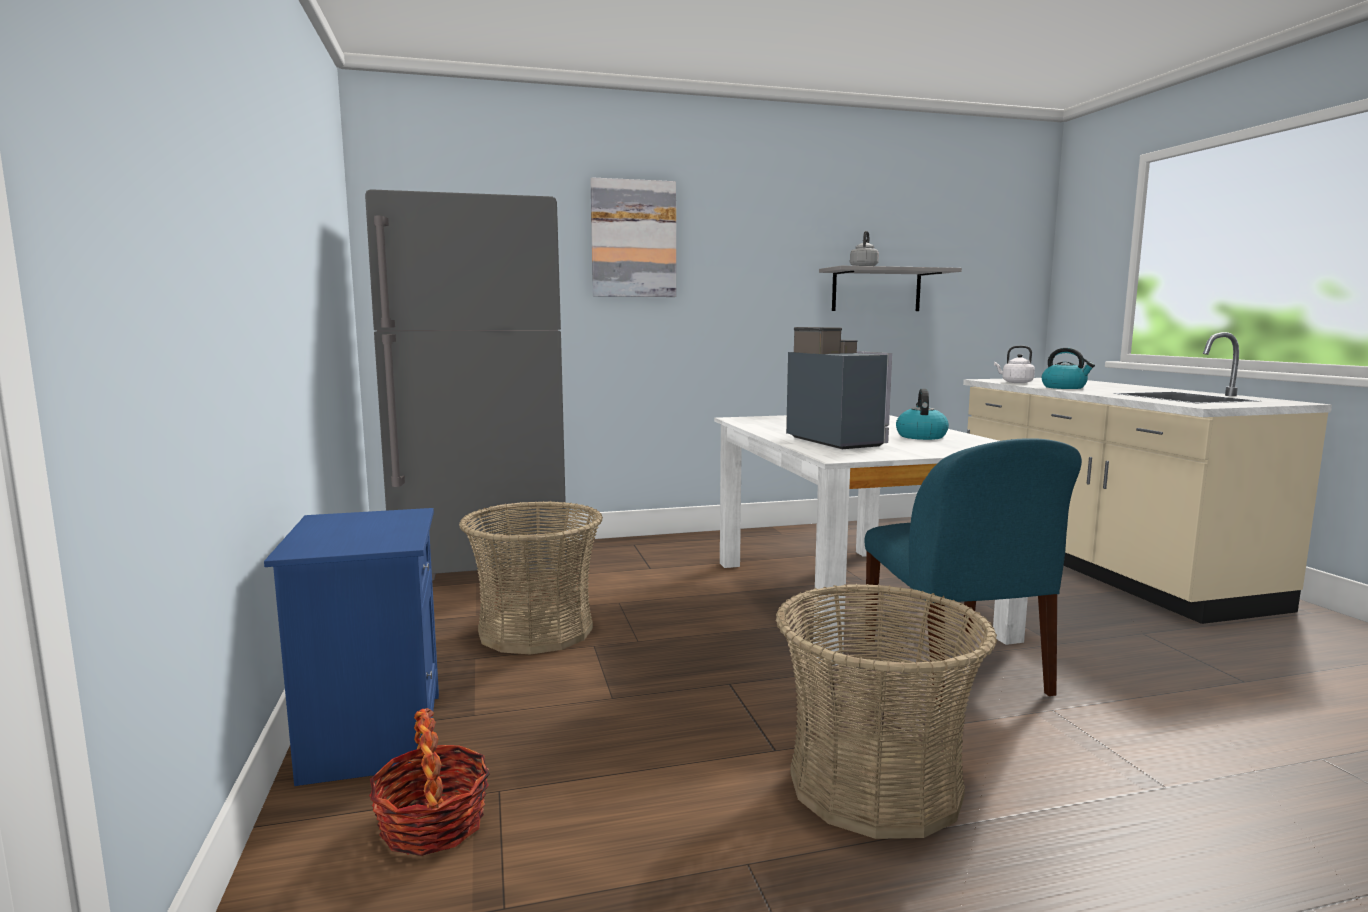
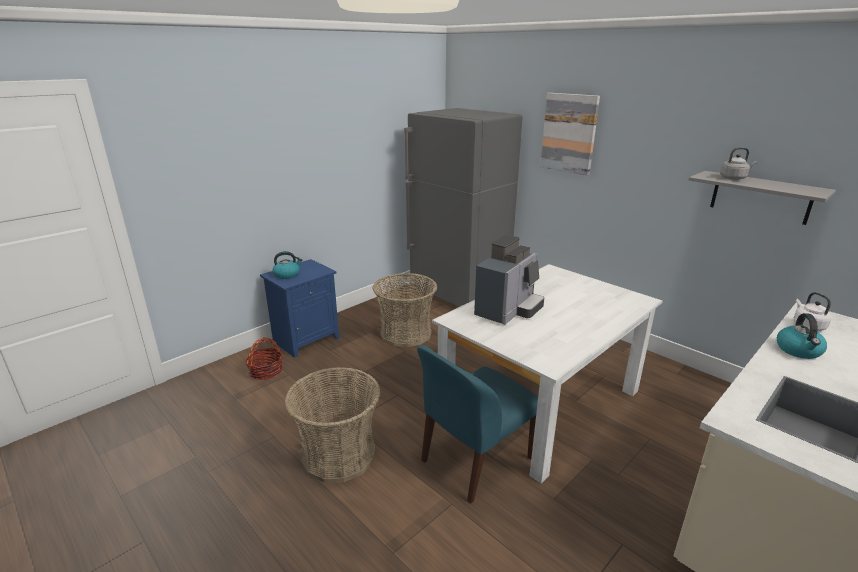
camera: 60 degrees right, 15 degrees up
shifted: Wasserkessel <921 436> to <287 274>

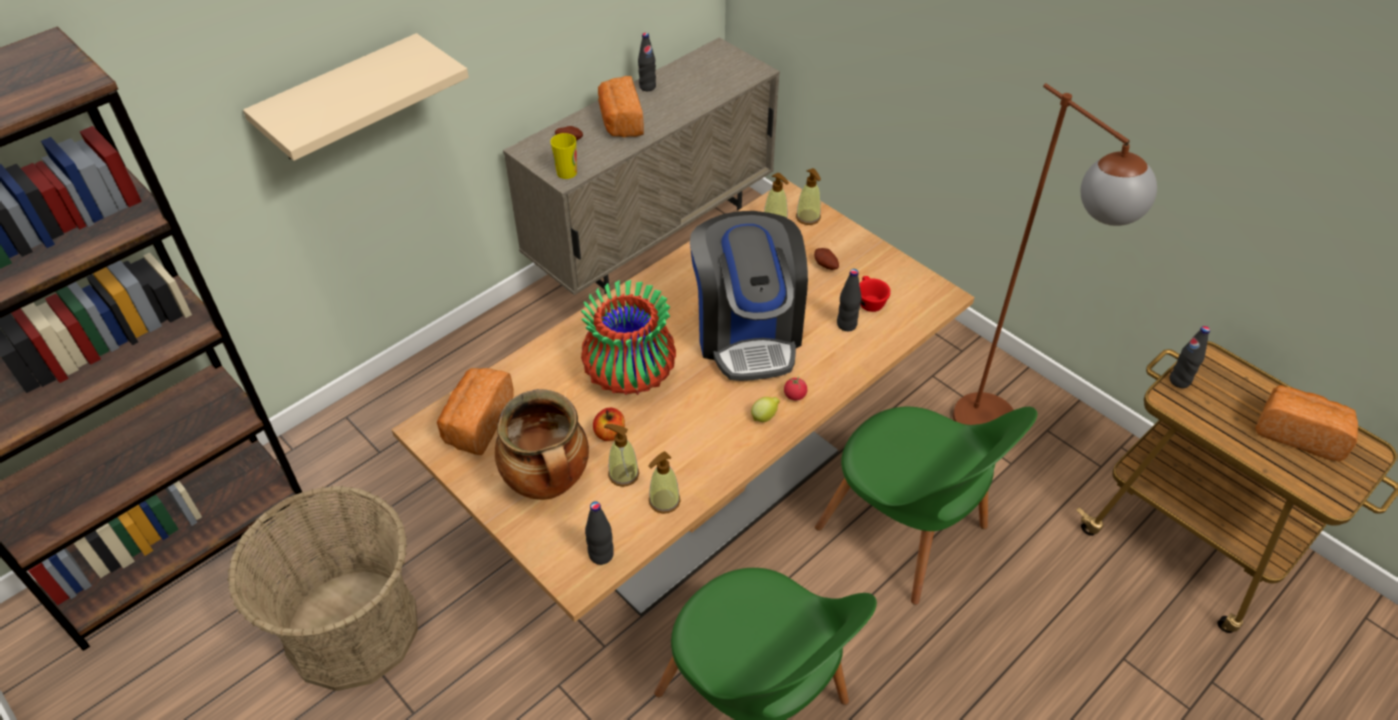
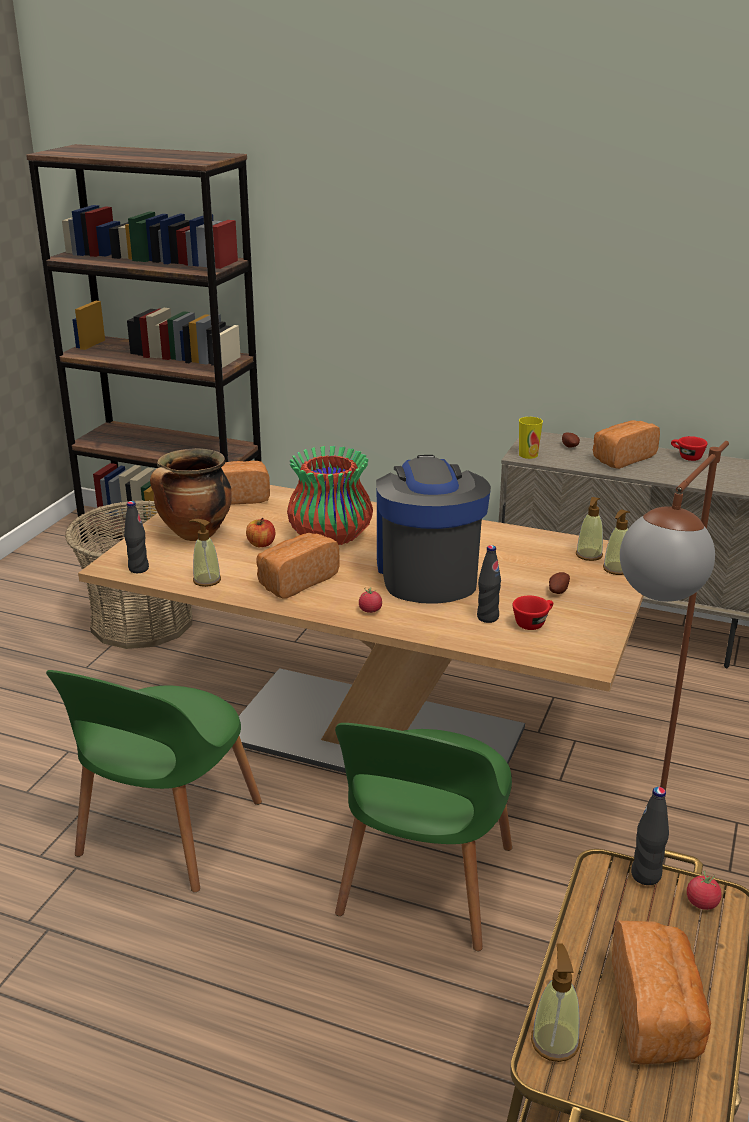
camera: 65 degrees right, 20 degrees down
gone: Wandregal (beige) <341 100>; Zitrone <765 417>
new: Brot <295 581>; Tomate <702 903>
shifted: Seifenspender <623 474> to <555 1041>
swapped: Flasche (schwarz) <647 87> to Tasse (rot) <686 457>
rotated: Kaffeemaschine <747 332> = <427 573> 120 degrees clockwise

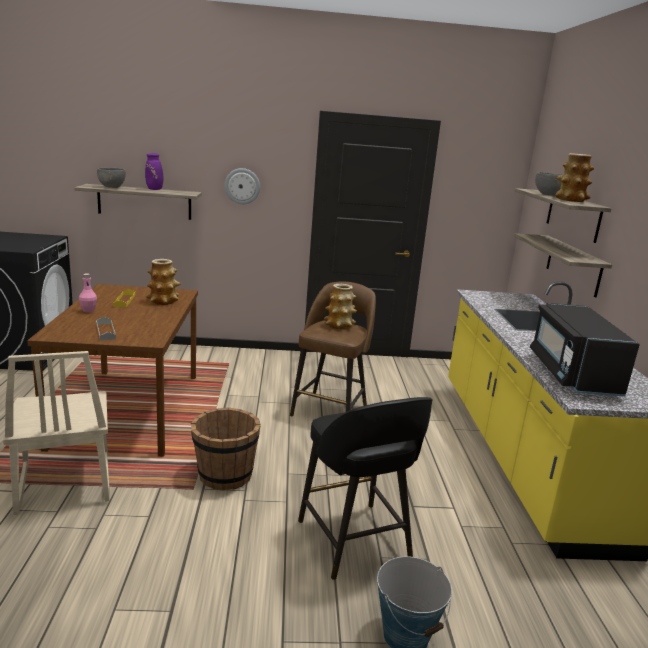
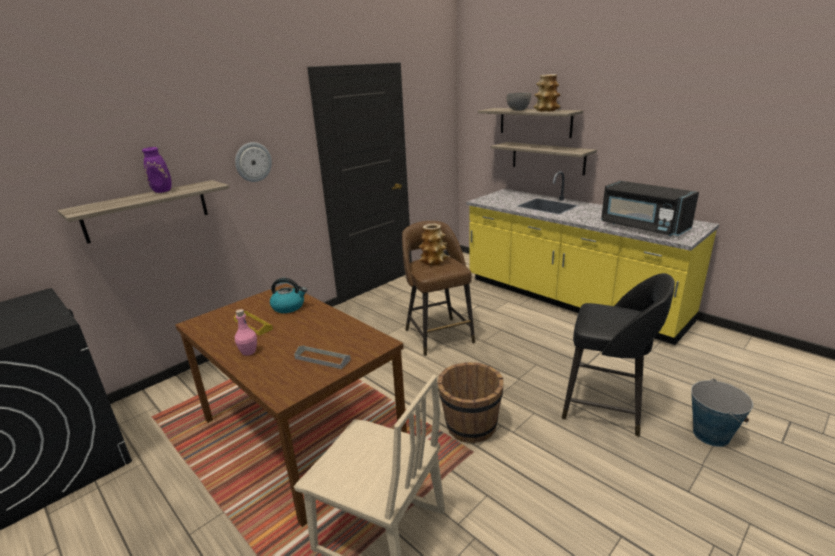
camera: 40 degrees left, 5 degrees up
gone: Schüssel (grau) <112 187>
swapped: Vase <163 301> to Wasserkessel <289 307>

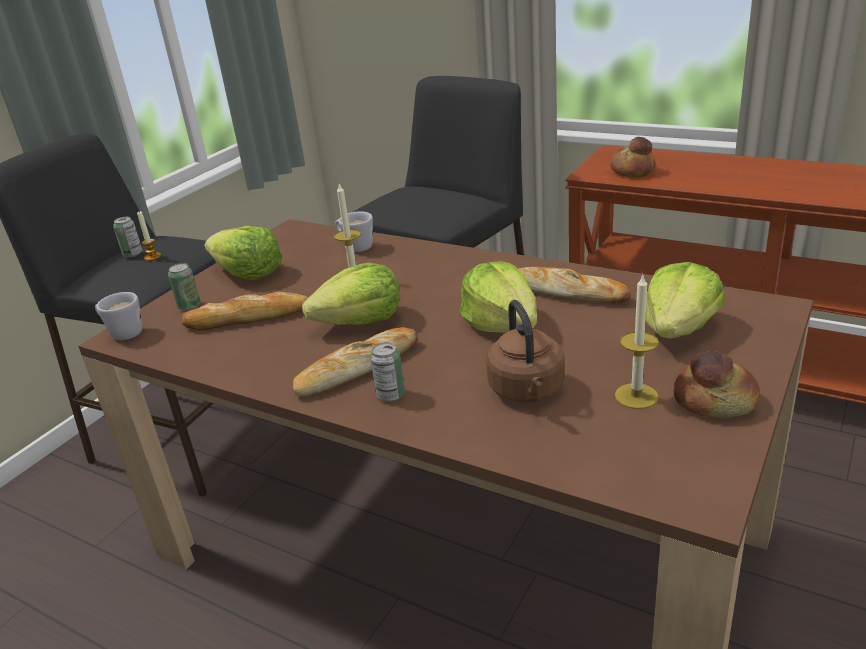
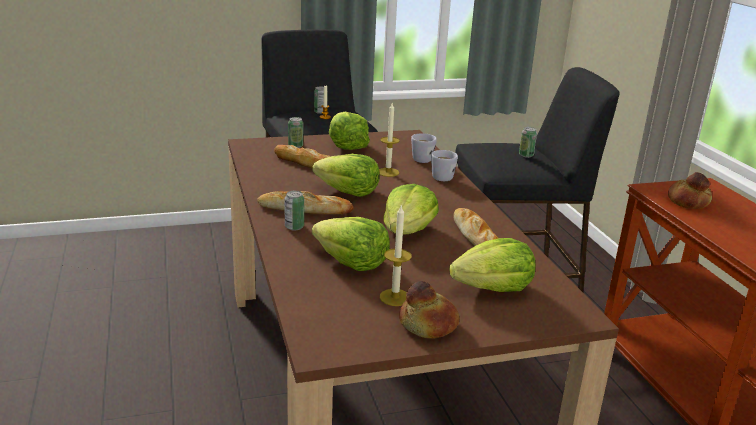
camera: 40 degrees right, 5 degrees down
new: Dose <526 155>
shifted: Henkelbecher (weiß) <122 332> to <440 176>
swapped: Wasserkessel (braun) <527 391> to Salatkopf <351 263>

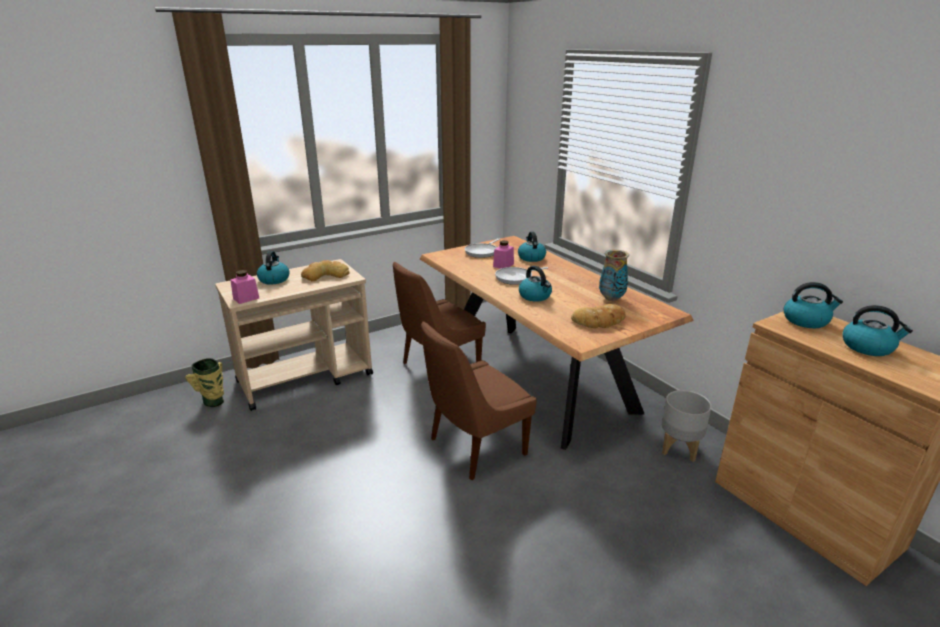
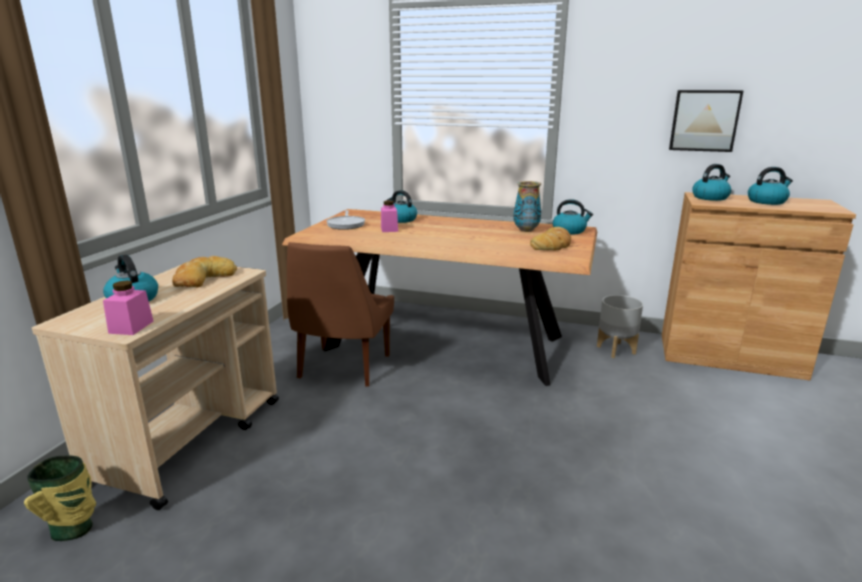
camera: 40 degrees left, 5 degrees down
gone: Stuhl (braun) <474 448>; Pfanne <516 278>
new: Bild <704 120>
shifted: Wasserkessel <535 296> to <569 231>

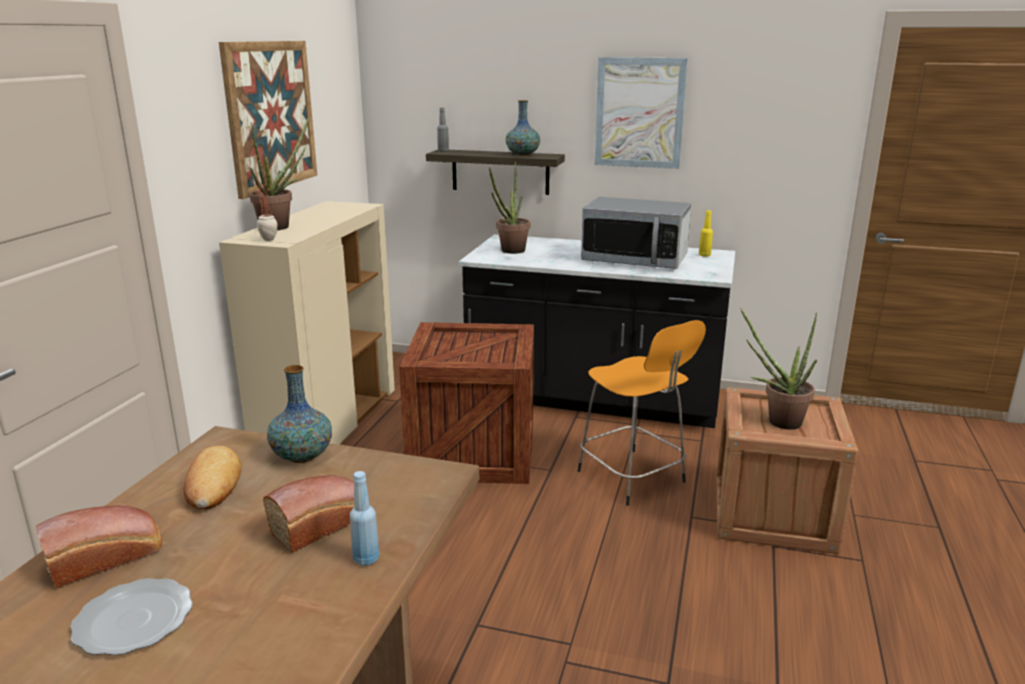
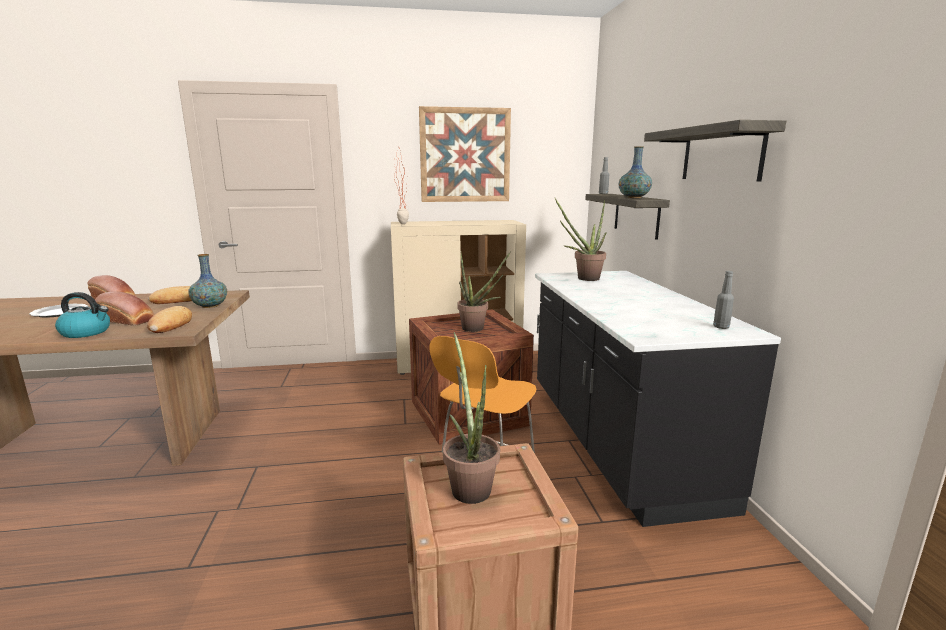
camera: 65 degrees right, 5 degrees down
gone: Mikrowelle <634 260>
new: Brot <171 325>
shifted: Topfpflanze <280 226> to <477 329>
swapped: Flasche (blau) <366 559> to Wasserkessel <87 332>; Bild <639 113> to Wandregal <721 154>
repainted: Flasche (gelb) <704 255> to Flasche (grau) <721 327>

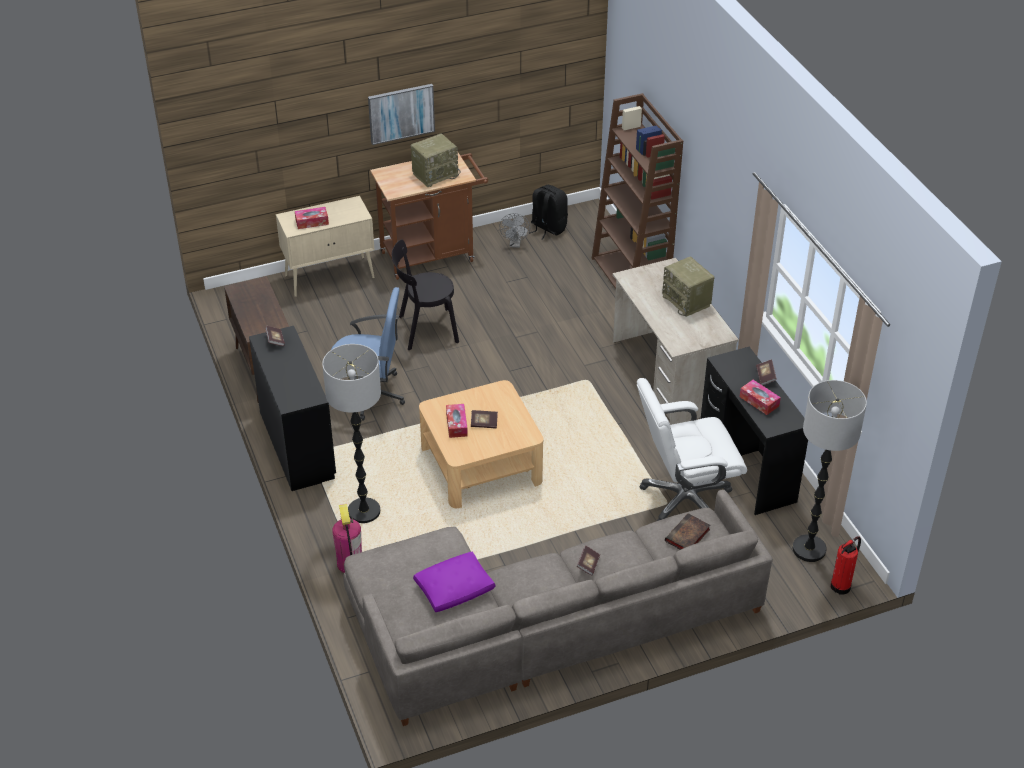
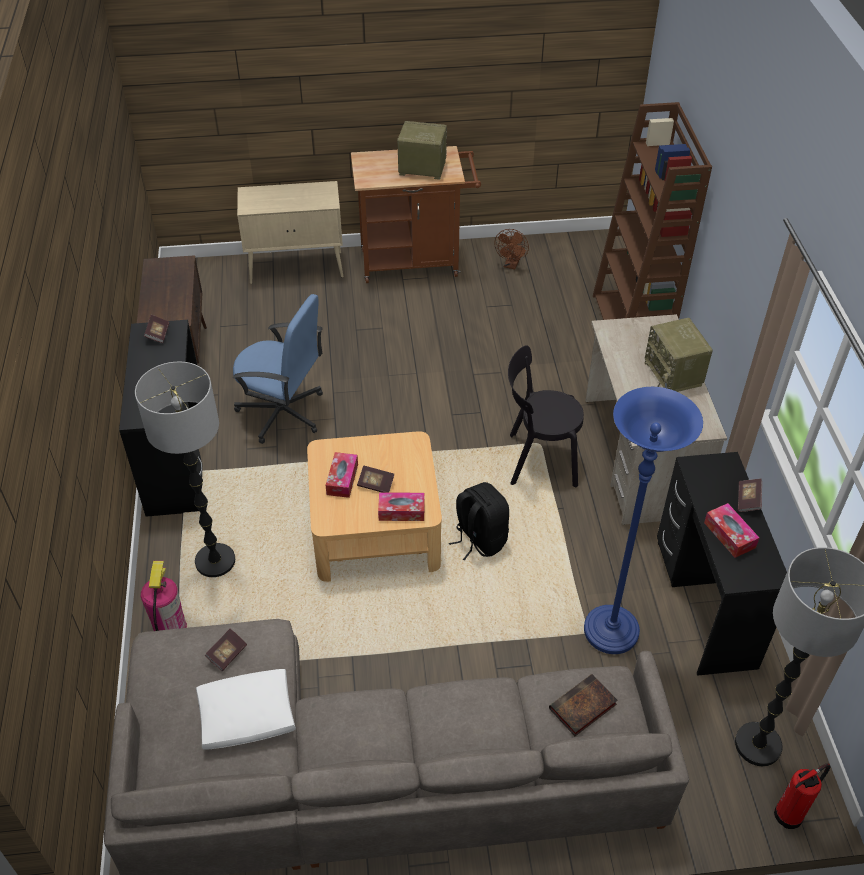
camera: 15 degrees right, 5 degrees up
gone: Bild <401 113>
shifted: Taschentuchbox <312 222> to <401 511>; Stuhl (schwarz) <425 330> to <538 460>; Rucksack (schwarz) <547 228> to <479 539>; Buch <588 564> to <227 654>
swapped: Bürostuhl (weiß) <684 499> to Stehlampe (blau) <610 631>
repainted: Kissen (lila) <453 589> to Kissen (weiß) <246 716>; Ventilator (grau) <515 244> to Ventilator (braun) <511 265>
rotated: Radio <435 174> = <421 168> 150 degrees counterclockwise

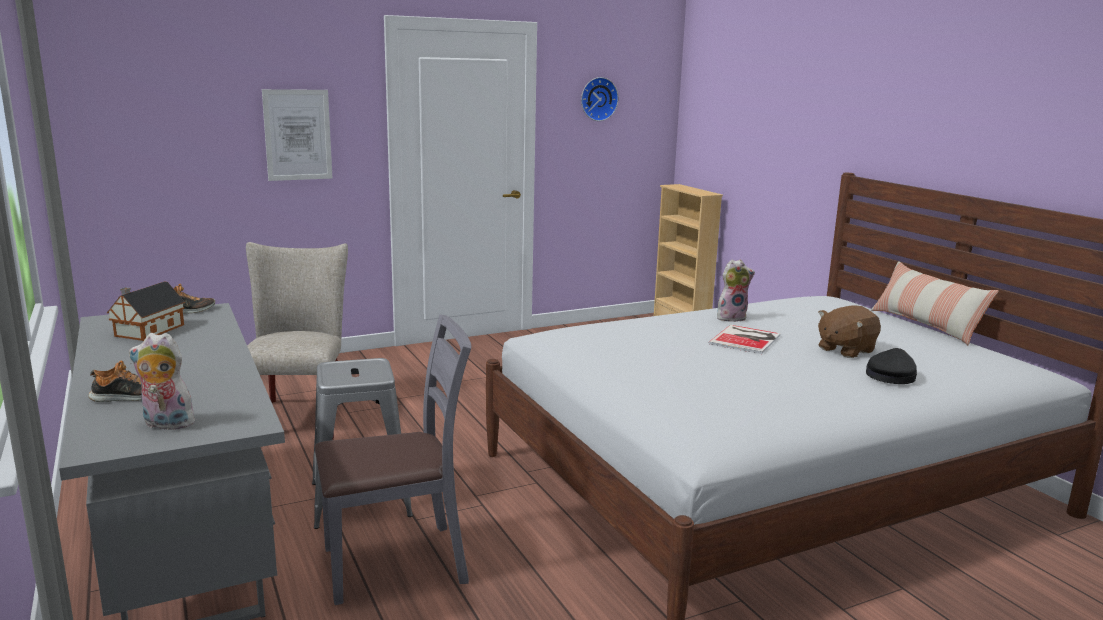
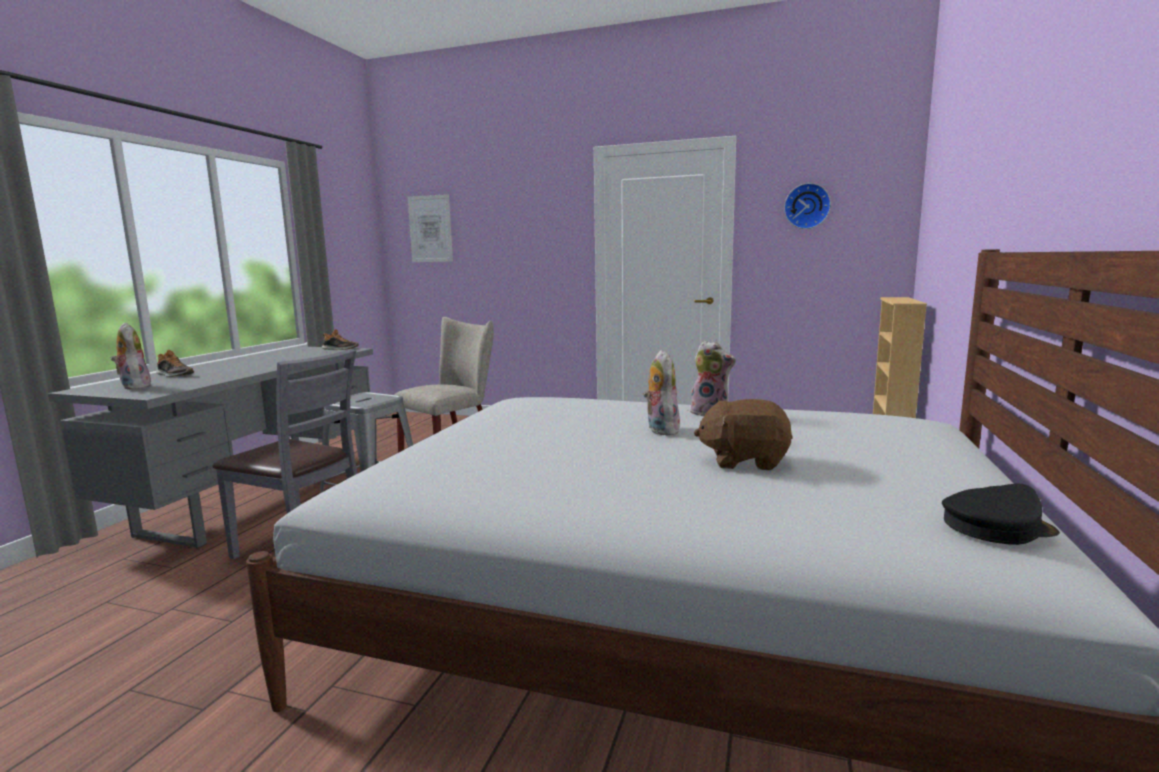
camera: 45 degrees right, 5 degrees down
gone: Spielzeughaus <147 331>; Kissen <926 325>
shifted: Bild <297 135> to <430 229>; Kappe (schwarz) <891 375> to <996 527>
swapped: Buch <747 339> to Plüschtier <660 430>

